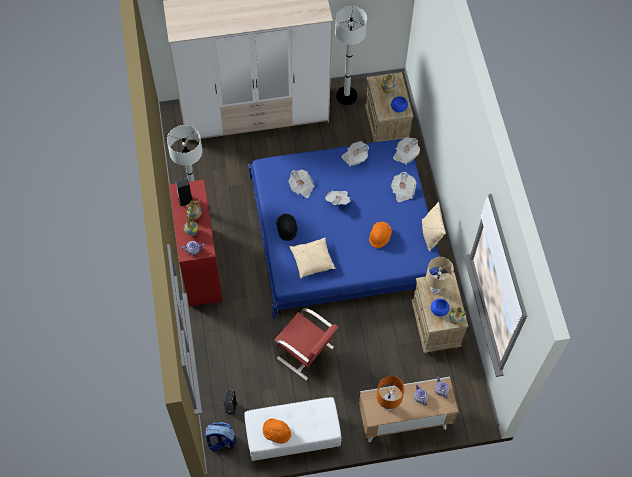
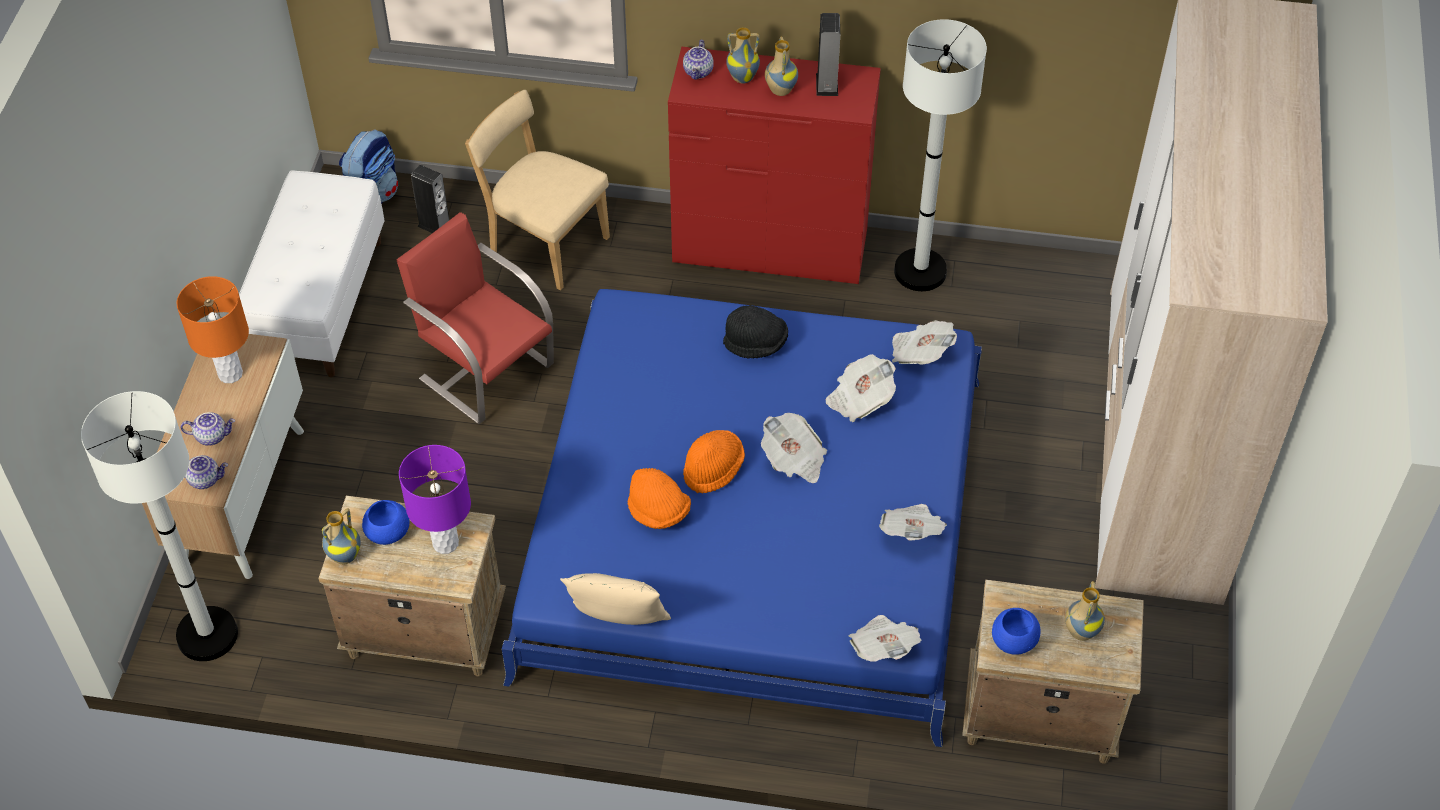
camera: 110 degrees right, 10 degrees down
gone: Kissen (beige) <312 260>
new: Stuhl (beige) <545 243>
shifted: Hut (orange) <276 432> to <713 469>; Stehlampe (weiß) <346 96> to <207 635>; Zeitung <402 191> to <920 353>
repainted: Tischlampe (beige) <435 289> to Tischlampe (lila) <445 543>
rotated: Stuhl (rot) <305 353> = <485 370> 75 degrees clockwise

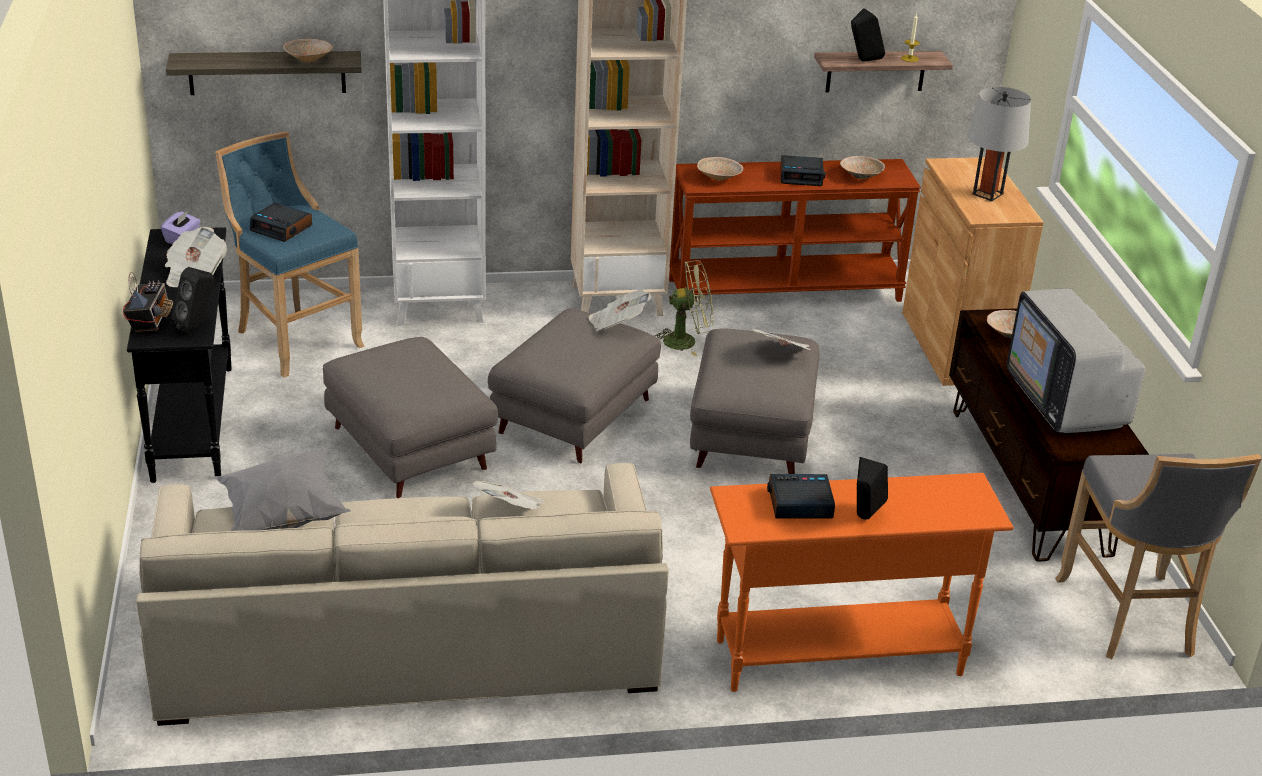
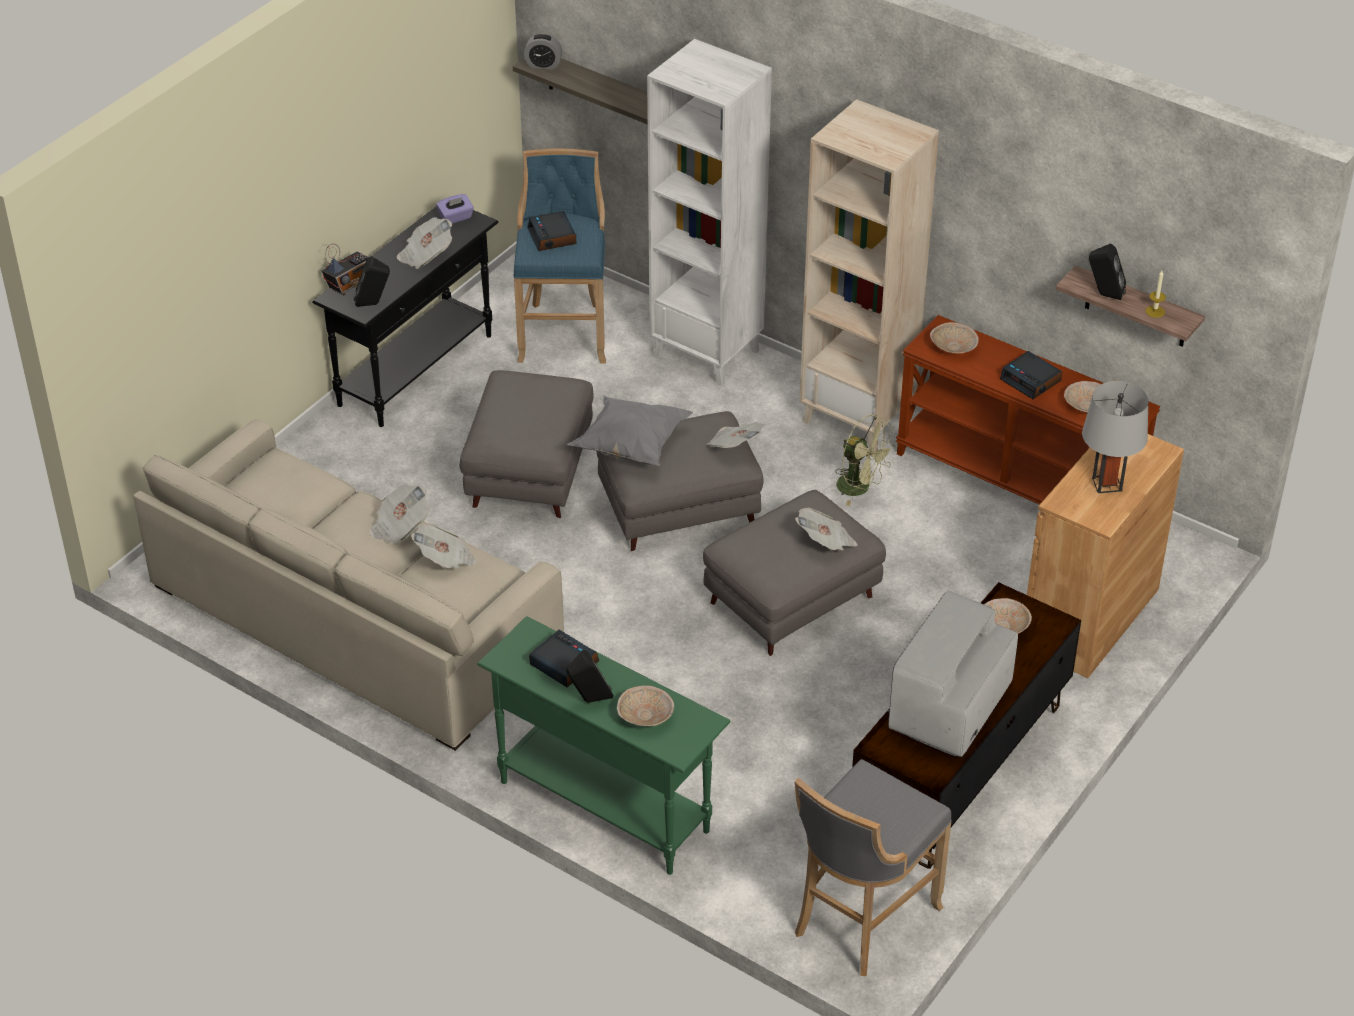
camera: 45 degrees right, 10 degrees up
new: Zeitung <399 527>; Wecker <543 65>
shifted: Kissen (grau) <281 518> to <630 447>; Schüssel (beige) <309 60> to <646 716>
repainted: Konsolentisch (orange) <837 657> to Konsolentisch (grün) <604 805>

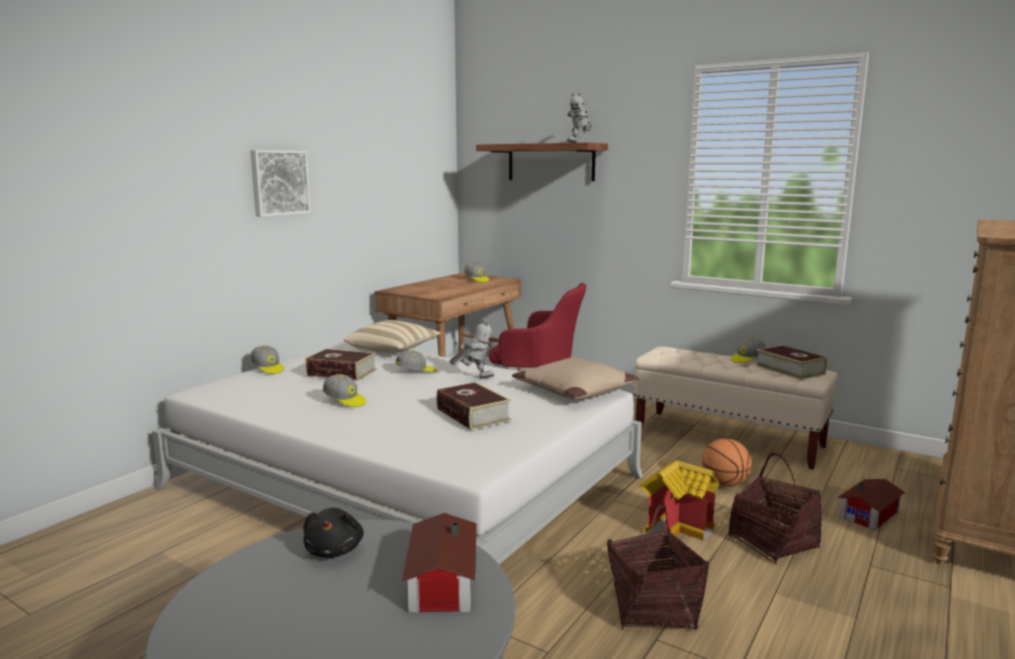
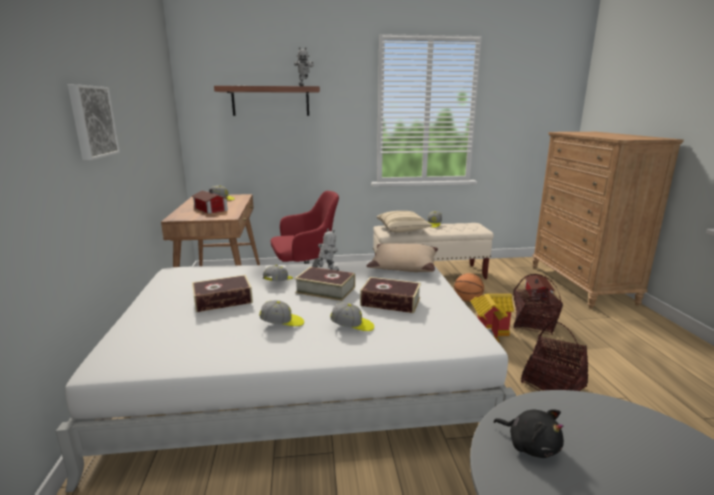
camera: 40 degrees left, 5 degrees up
shifted: Kappe <268 369> to <352 326>; Kissen (beige) <393 350> to <403 230>; Spielzeughaus <439 583> to <210 209>; Buch <790 370> to <325 290>

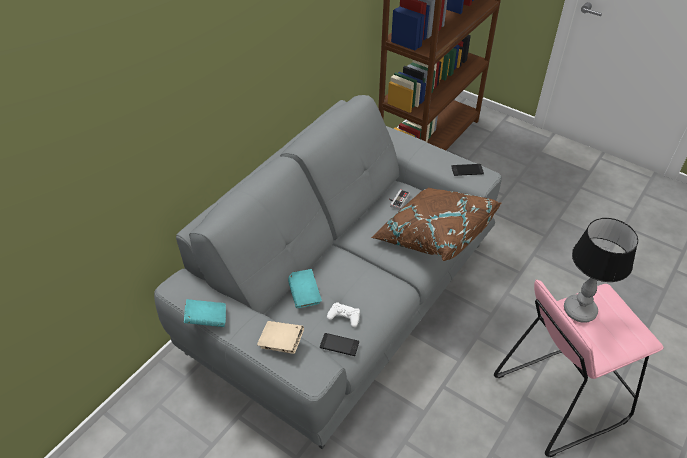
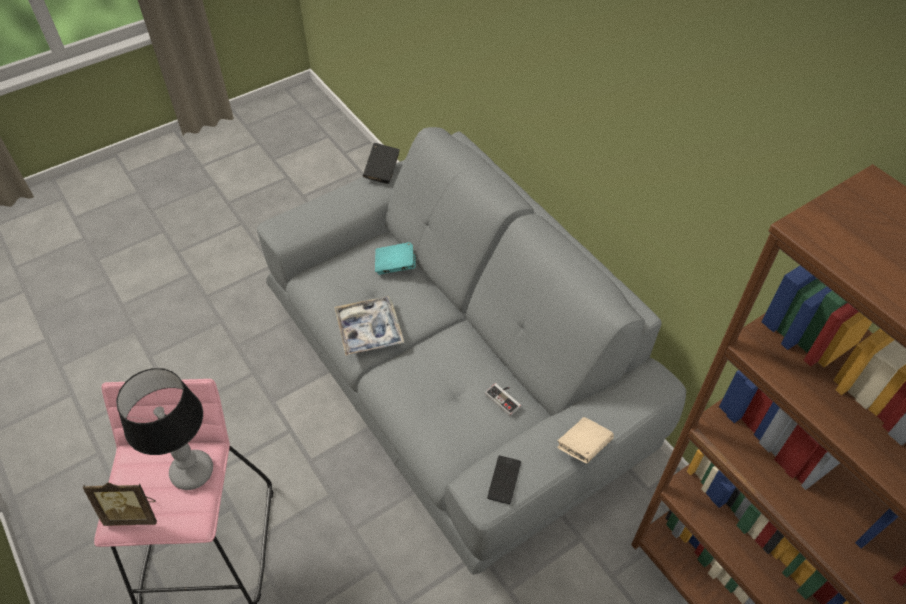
camera: 110 degrees right, 5 degrees up
gone: Handy <339 345>; Gamepad (weiß) <344 316>; Kissen (braun) <433 236>
new: Bilderrahmen <133 514>; Tablett <369 330>
shifted: Buch (beige) <281 343> to <583 446>
repainted: Buch (türkis) <206 320> to Buch (schwarz) <382 171>

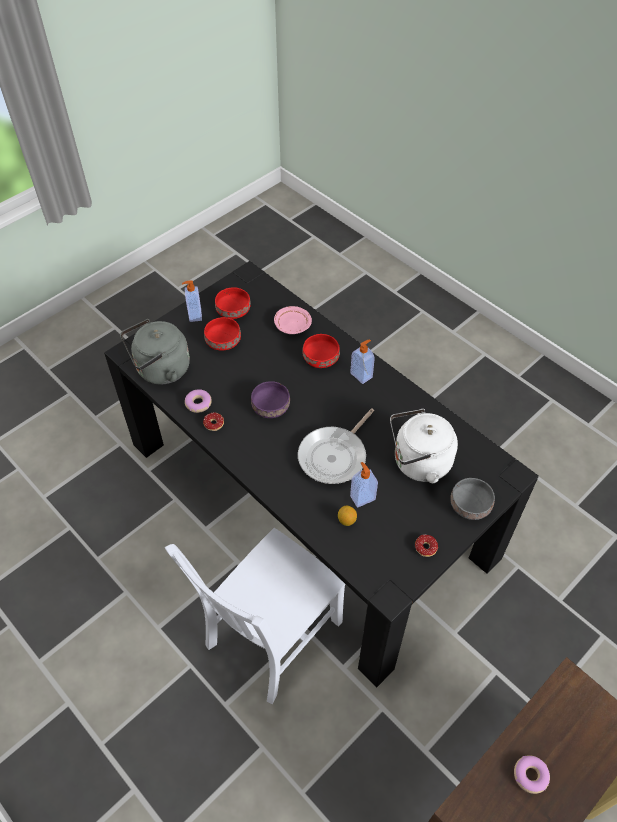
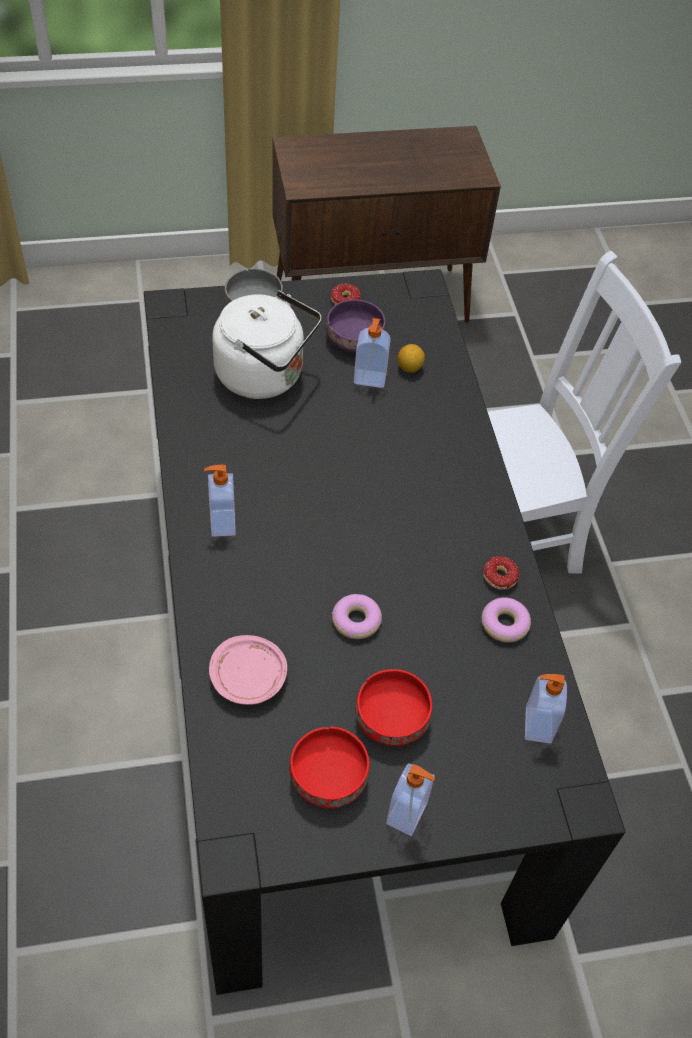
camera: 150 degrees left, 0 degrees up
gone: Pfanne <335 456>; Schüssel (rot) <321 359>
shifted: Schüssel (lila) <270 407> to <356 339>; Donut <530 775> to <356 620>
swapped: Wasserkessel (grau) <160 370> to Seifenspender <536 725>

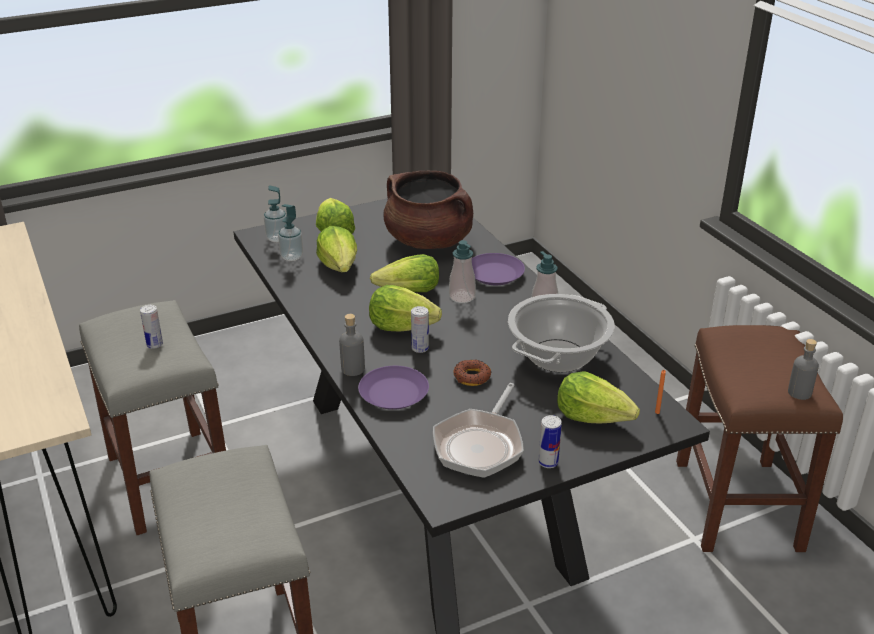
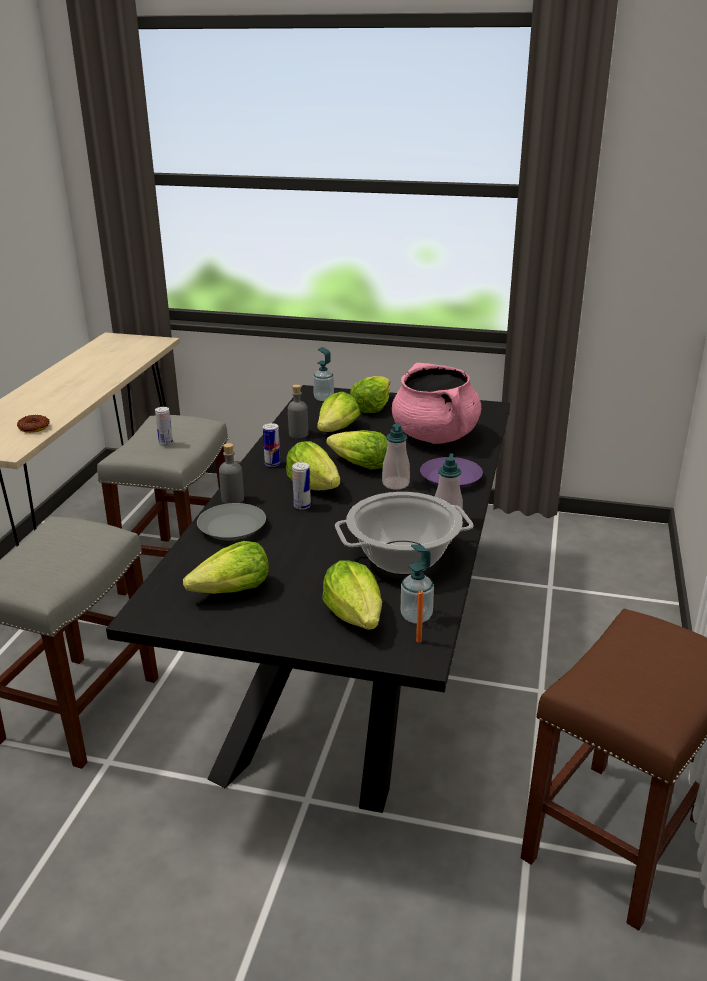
camera: 40 degrees right, 5 degrees down
shifted: Seifenspender <291 257> to <416 616>; Donut <472 377> to <34 427>; Dose <548 462> to <272 464>; Flasche (grau) <799 392> to <298 434>
swapped: Pfanne <480 445> to Salatkopf <232 591>
repainted: Teller (lila) <394 393> to Teller (grau) <233 527>; Kochtopf (braun) <429 241> to Kochtopf (rosa) <435 436>

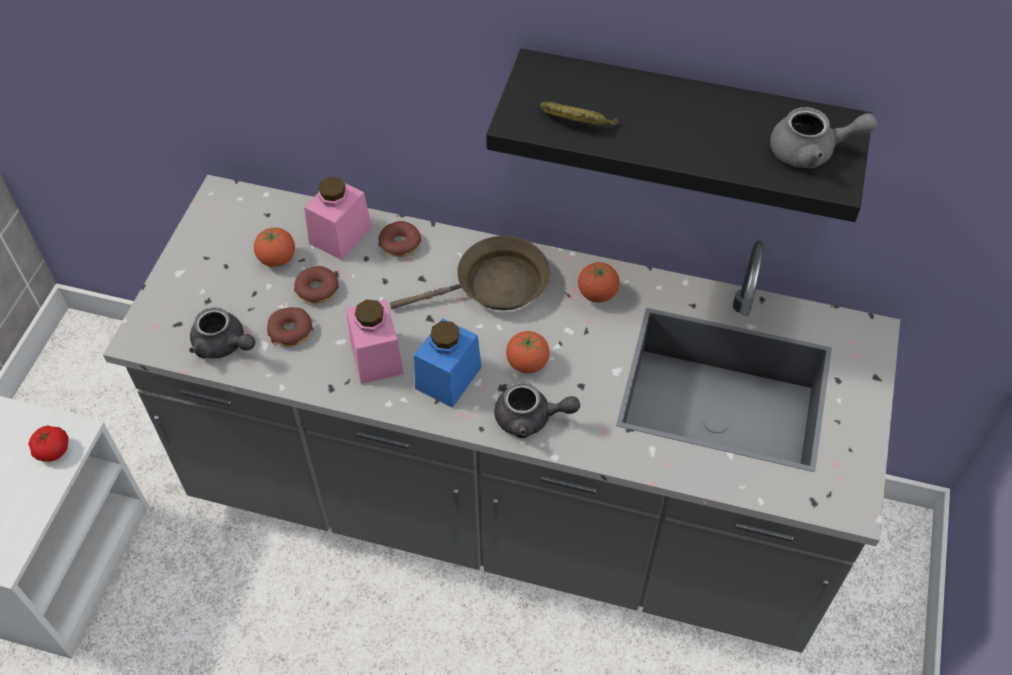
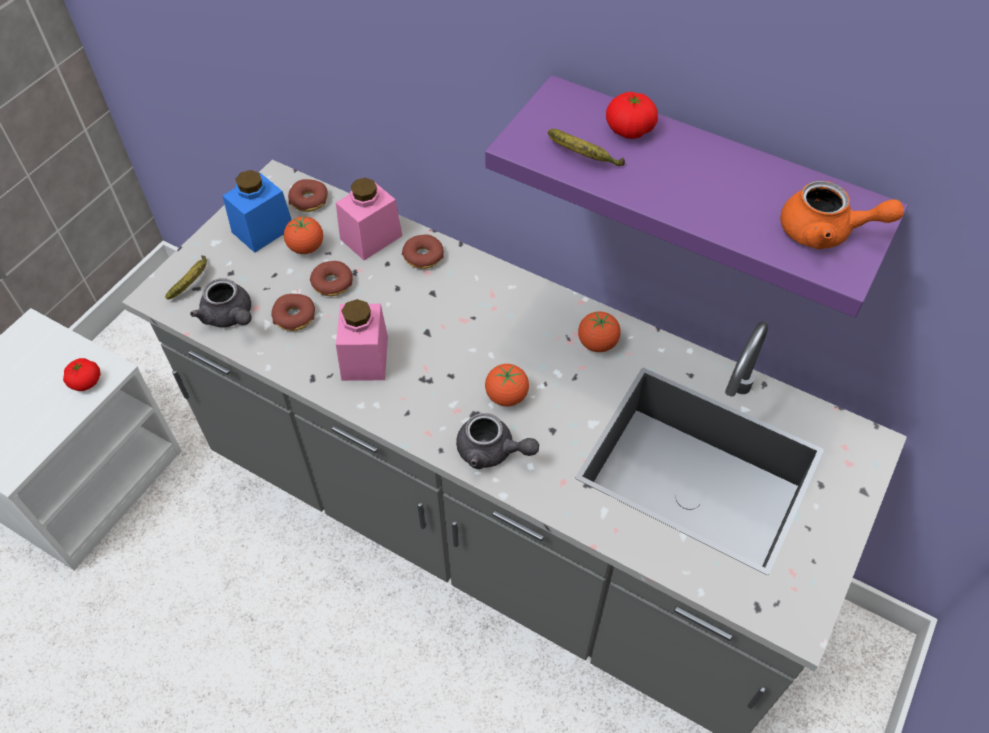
camera: 15 degrees right, 0 degrees up
gone: Pfanne (braun) <494 286>
new: Banane <192 282>; Donut <309 200>; Tomate <629 130>
shifted: Vorratsglas (blau) <448 378> to <263 230>
repainted: Wandregal (schwarz) <685 121> to Wandregal (lila) <708 181>; Teekanne (grau) <811 152> to Teekanne (orange) <825 232>

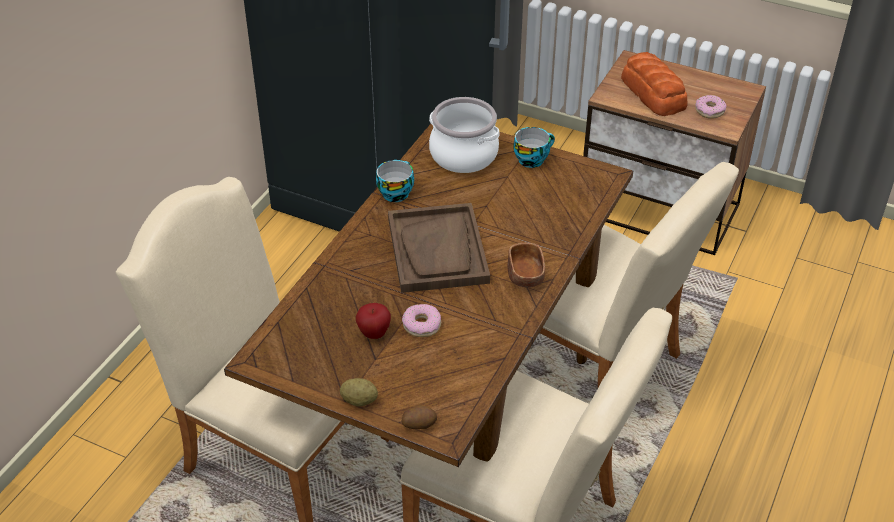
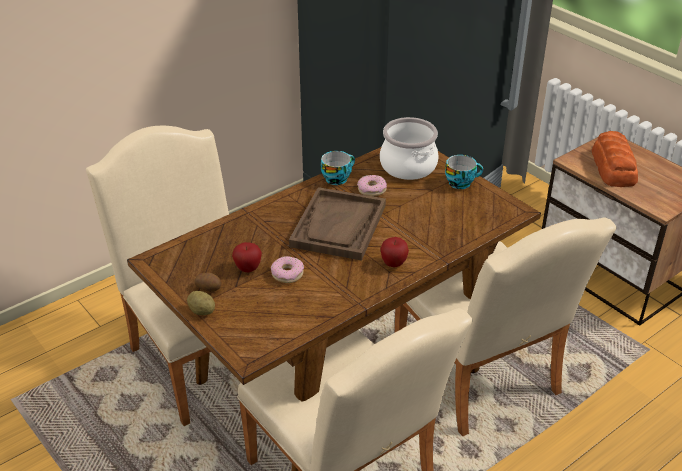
camera: 25 degrees right, 5 degrees down
shifted: Kartoffel <419 423> to <209 288>; Donut <709 111> to <372 190>
swapped: Schüssel (braun) <525 276> to Apfel <393 264>

